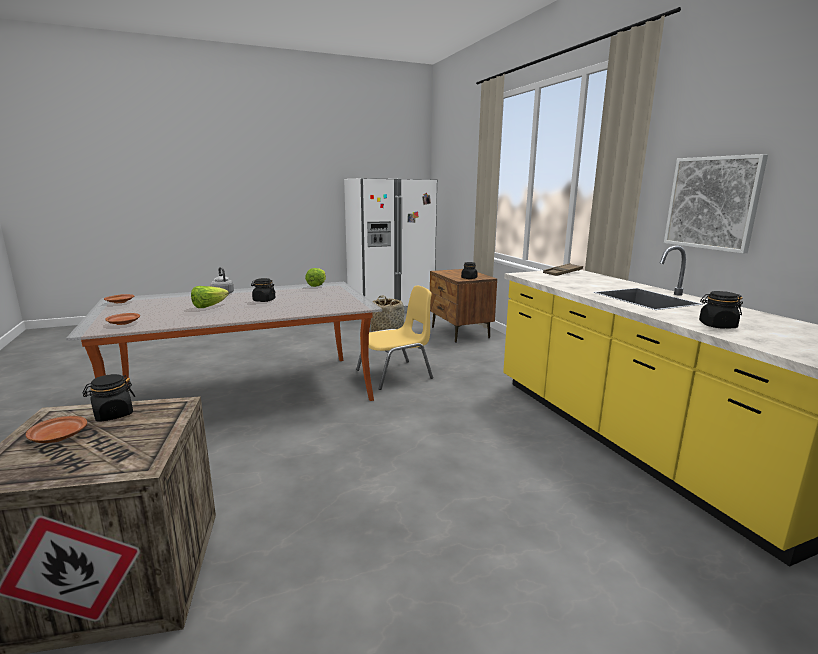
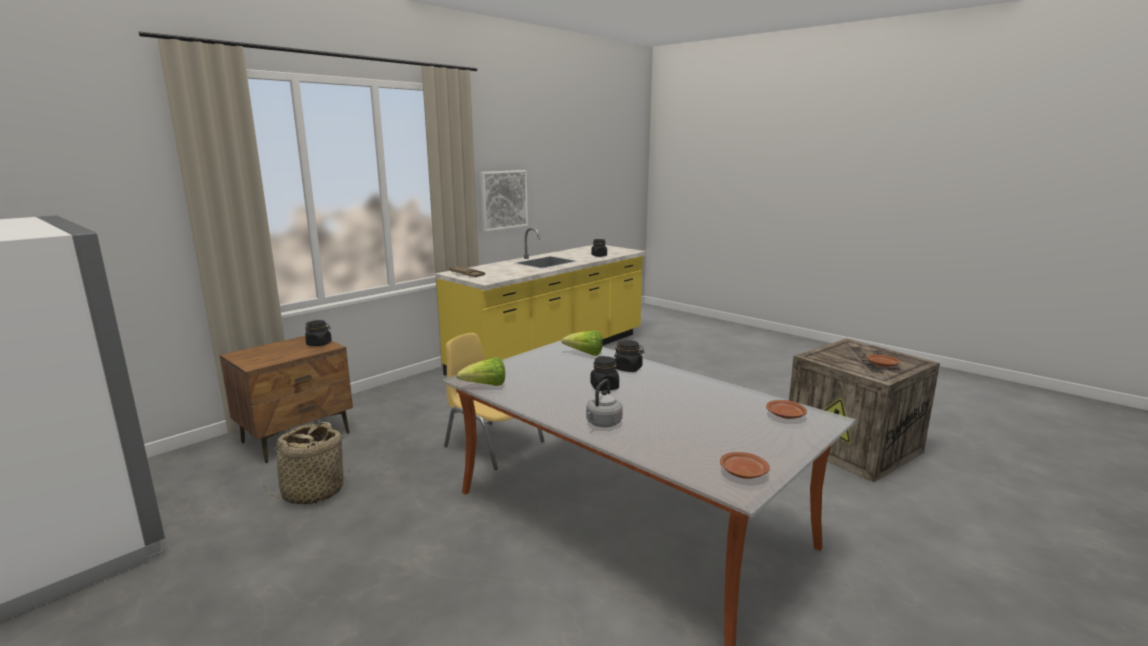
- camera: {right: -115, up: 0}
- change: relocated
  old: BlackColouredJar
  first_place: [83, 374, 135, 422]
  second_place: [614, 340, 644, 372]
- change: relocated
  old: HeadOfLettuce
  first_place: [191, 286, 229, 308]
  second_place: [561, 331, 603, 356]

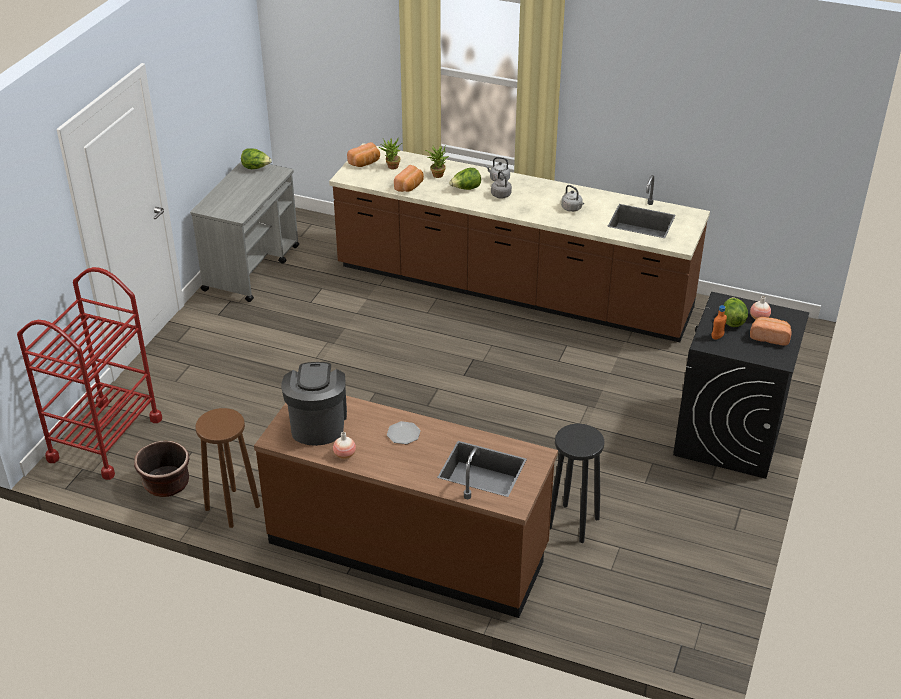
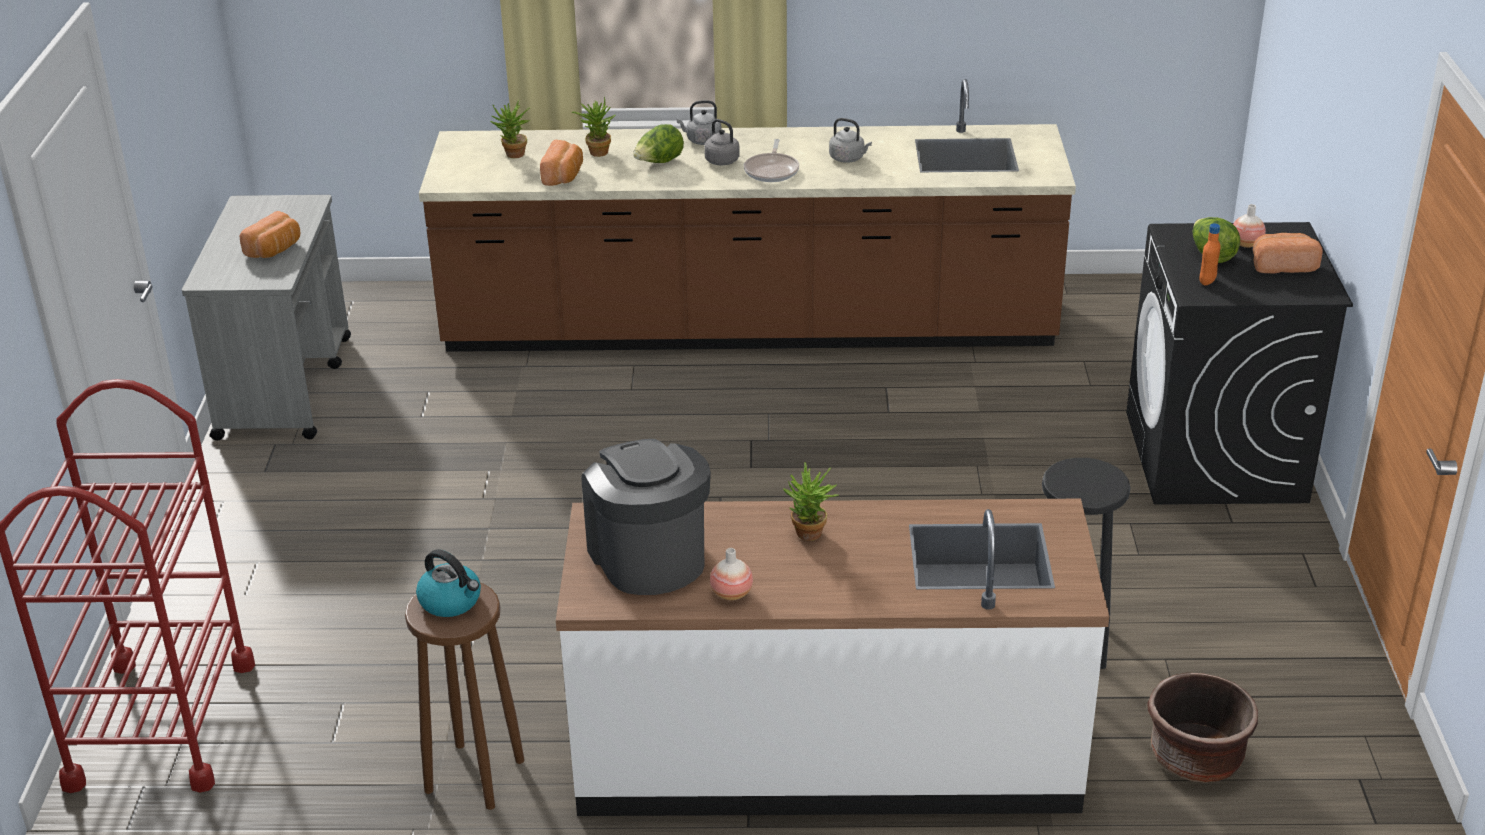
- camera: {right: -20, up: -5}
- change: missing
  old: HeadOfLettuce
  first_place: [241, 148, 272, 169]
- change: appeared
  new: WaterKettle
  second_place: [416, 549, 481, 617]
- change: appeared
  new: Pan
  second_place: [744, 139, 799, 182]
- change: relocated
  old: BrownPlanter
  first_place: [134, 441, 190, 497]
  second_place: [1147, 673, 1258, 783]
- change: relocated
  old: Bread
  first_place: [347, 142, 380, 167]
  second_place: [239, 211, 300, 258]
- change: exchanged
  old: Plate
  new: Houseplant
  first_place: [387, 421, 421, 444]
  second_place: [782, 462, 839, 541]
- change: colour
  old: BrownKitchenBaseUnit
  new: WhiteColouredKitchenBaseUnit
  first_place: [254, 396, 558, 618]
  second_place: [556, 498, 1110, 816]

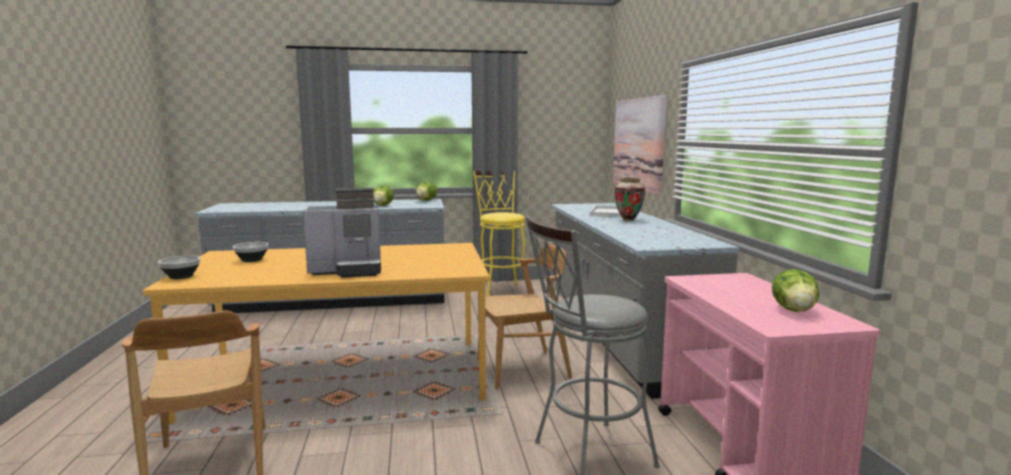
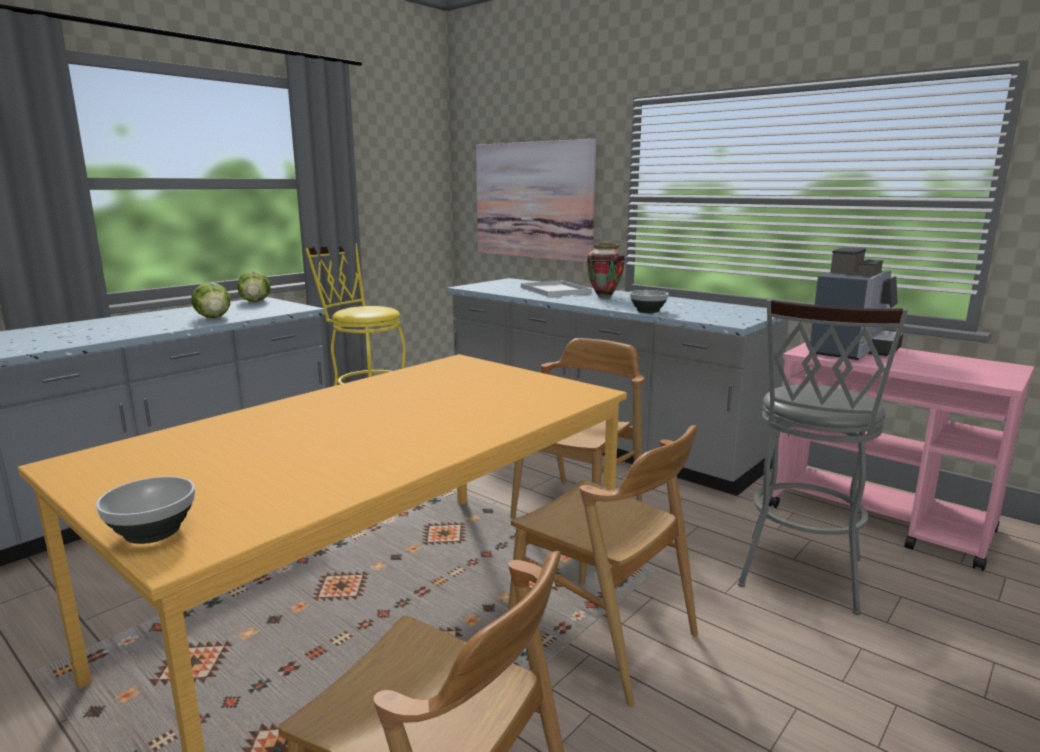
- camera: {right: -40, up: 5}
- change: missing
  old: HeadOfLettuce
  first_place: [772, 269, 819, 312]
- change: appeared
  new: BrownChair
  second_place: [508, 425, 698, 707]
- change: relocated
  old: DeepDish
  first_place: [233, 242, 268, 262]
  second_place: [630, 290, 669, 313]
- change: relocated
  old: CoffeeBrewer
  first_place: [303, 188, 381, 278]
  second_place: [810, 247, 903, 360]

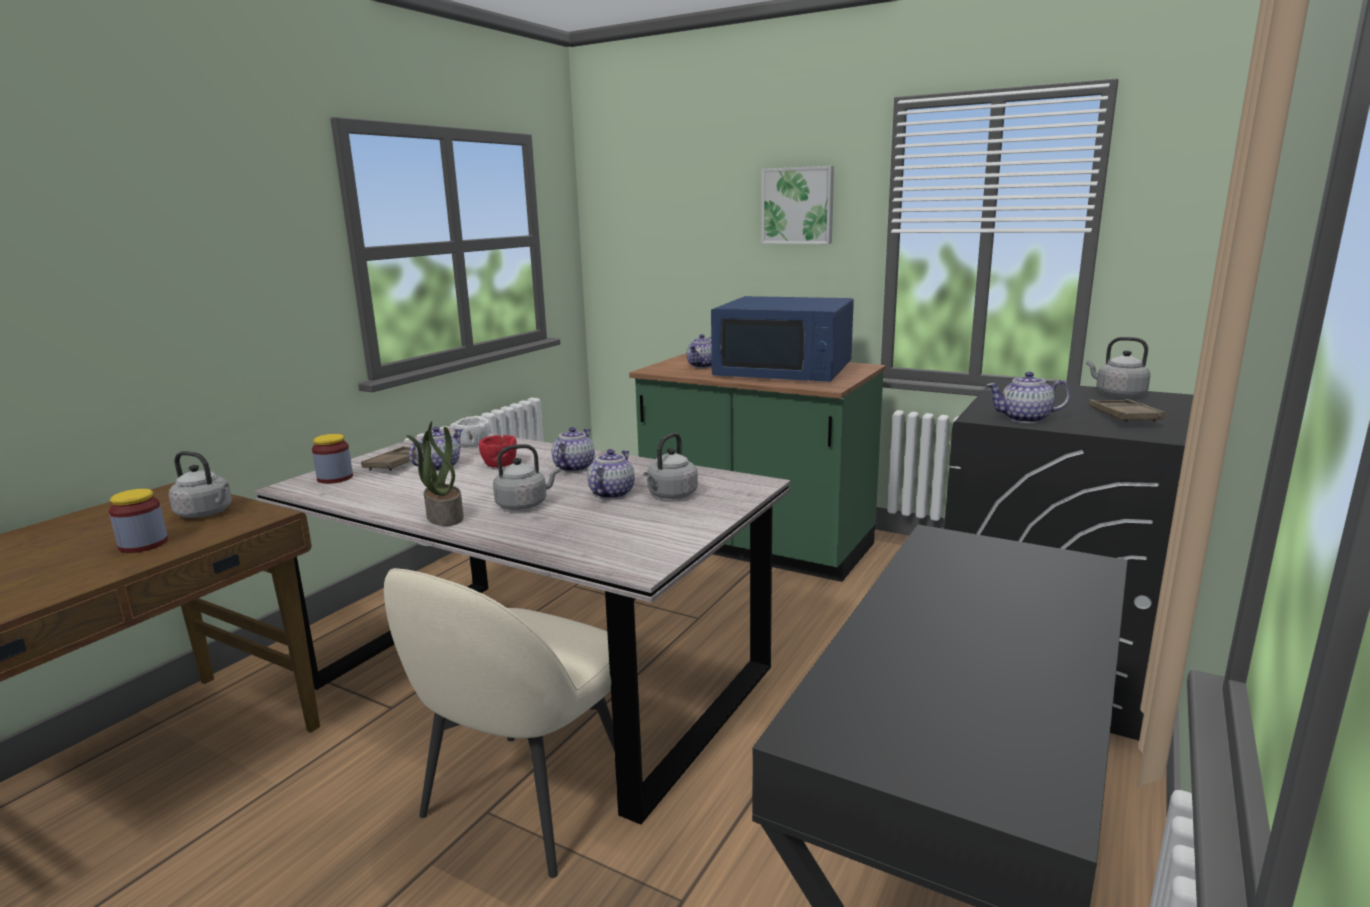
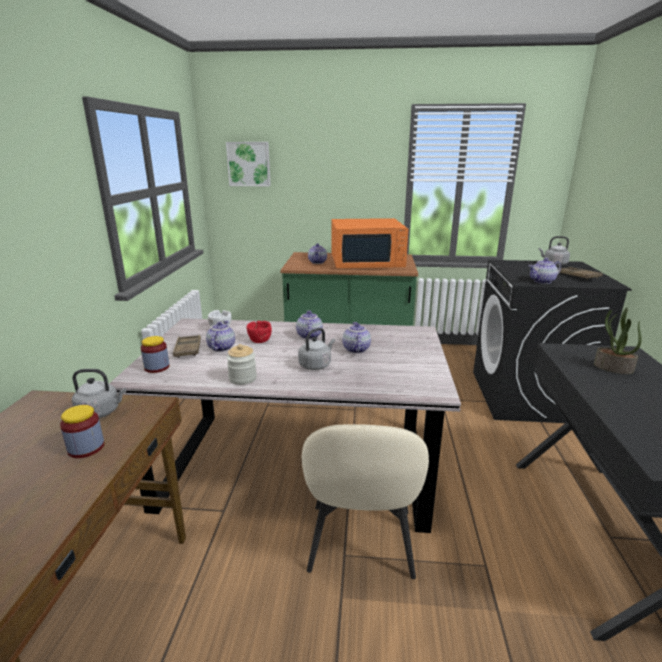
- camera: {right: -25, up: 5}
- change: missing
  old: GreyishWaterKettle
  first_place: [644, 433, 698, 499]
- change: appeared
  new: Jar
  second_place: [226, 344, 257, 385]
- change: relocated
  old: Houseplant
  first_place: [406, 421, 464, 526]
  second_place: [594, 308, 642, 374]
- change: relocated
  old: WallArt
  first_place: [761, 166, 834, 244]
  second_place: [226, 142, 271, 186]
- change: colour
  old: BlueColouredKitchenMicrowave
  new: OrangeyKitchenMicrowave
  first_place: [711, 296, 854, 382]
  second_place: [332, 218, 409, 268]

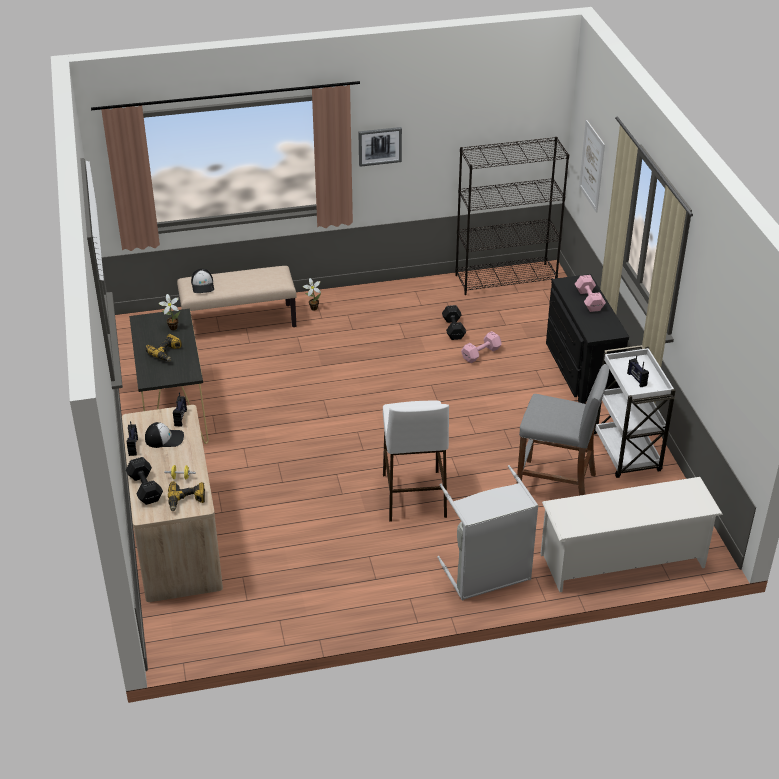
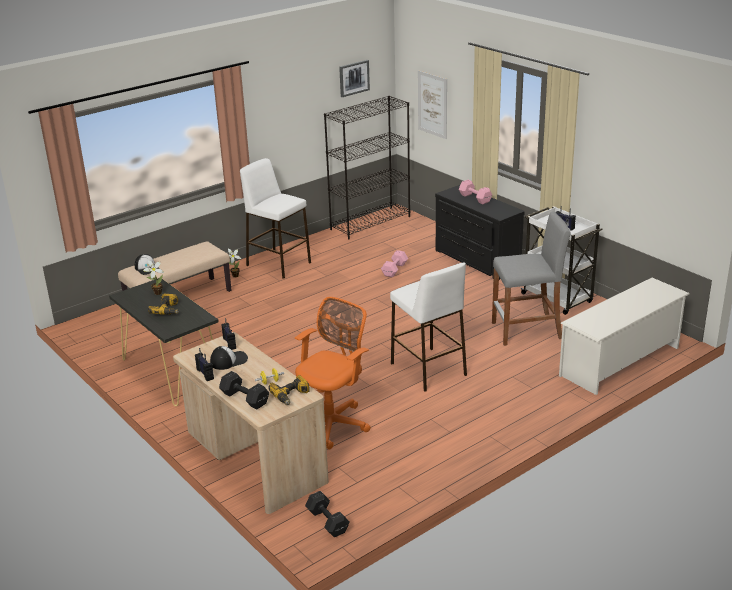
- camera: {right: -25, up: -10}
- change: missing
  old: GreyishLaundryBasket
  first_place: [437, 465, 539, 601]
- change: appeared
  new: WhiteColouredSittingStool
  second_place: [240, 158, 311, 279]
- change: appeared
  new: OrangeyDeskChair
  second_place: [295, 297, 370, 450]
- change: relocated
  old: WallArt
  first_place: [359, 127, 402, 167]
  second_place: [339, 60, 370, 97]
- change: relocated
  old: BlackColouredFreeWeight
  first_place: [442, 305, 466, 340]
  second_place: [305, 491, 350, 537]

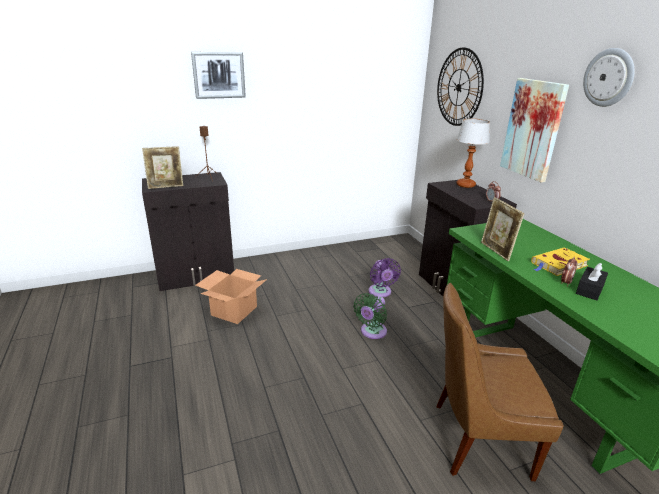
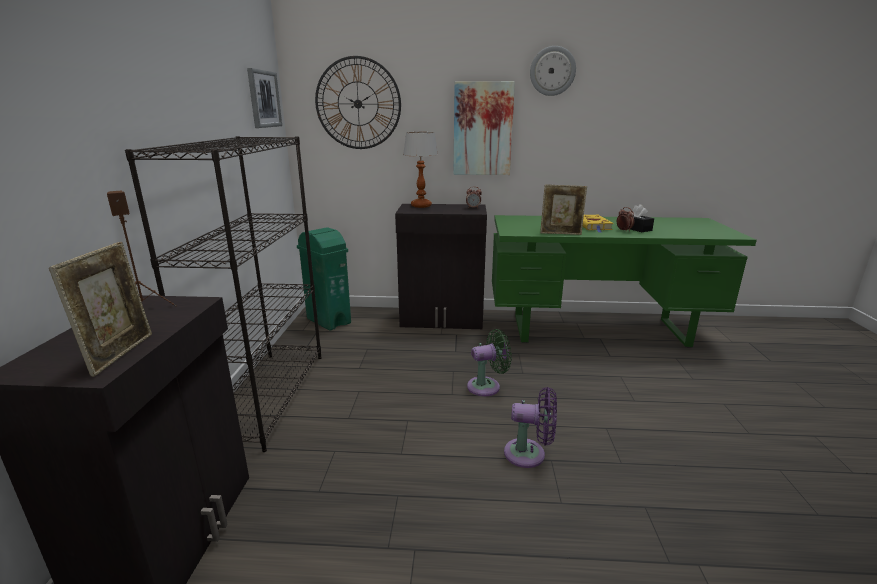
- camera: {right: -65, up: -5}
- change: missing
  old: PackingBox
  first_place: [195, 269, 267, 324]
- change: missing
  old: BrownChair
  first_place: [437, 283, 564, 481]
- change: appeared
  new: BlackColouredBookshelf
  second_place: [125, 136, 321, 452]
- change: appeared
  new: GreenColouredRubbishBin
  second_place: [297, 227, 351, 331]
- change: relocated
  old: WallArt
  first_place: [191, 52, 246, 99]
  second_place: [247, 68, 282, 128]
- change: relocated
  old: PurpleCoolingFan
  first_place: [369, 258, 401, 297]
  second_place: [504, 387, 557, 468]
- change: spun
  old: GreenColouredCoolingFan
  first_place: [353, 293, 387, 339]
  second_place: [467, 329, 512, 396]
  degrees: -75

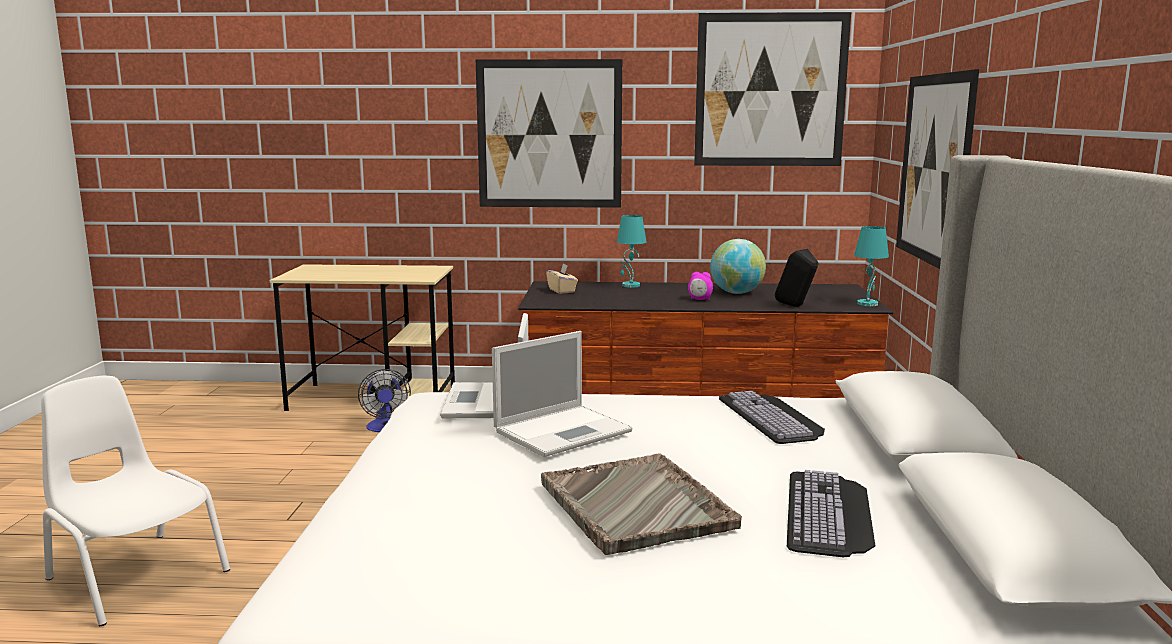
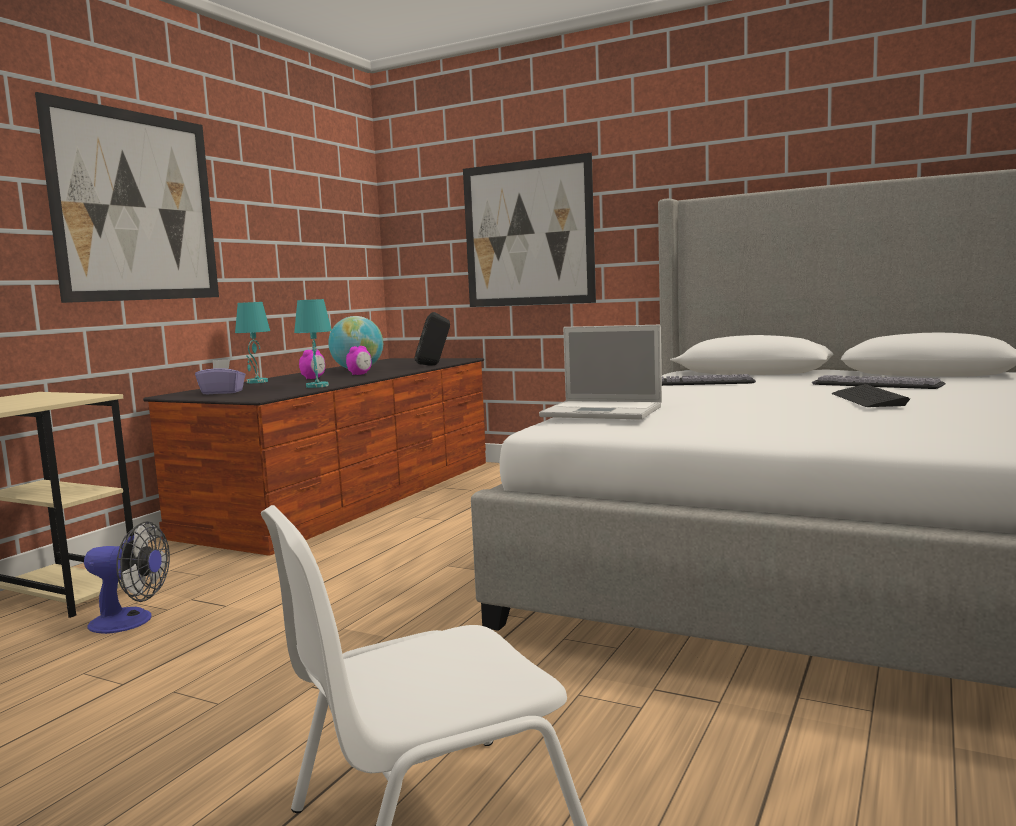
- camera: {right: -65, up: -5}
- change: missing
  old: NotebookComputer
  first_place: [492, 331, 632, 457]
- change: missing
  old: WallArt
  first_place: [694, 12, 851, 166]
- change: appeared
  new: AlarmClock
  second_place: [299, 350, 325, 379]
- change: relocated
  old: TurquoiseColouredLampForATable
  first_place: [854, 226, 889, 306]
  second_place: [294, 299, 332, 388]
- change: exchanged
  old: GreyishServingTray
  new: ComputerKeyboard
  first_place: [541, 453, 742, 555]
  second_place: [832, 384, 910, 407]
- change: colour
  old: BeigeBoxOfTissues
  new: PurpleBoxOfTissues
  first_place: [546, 263, 578, 294]
  second_place: [195, 359, 246, 394]

